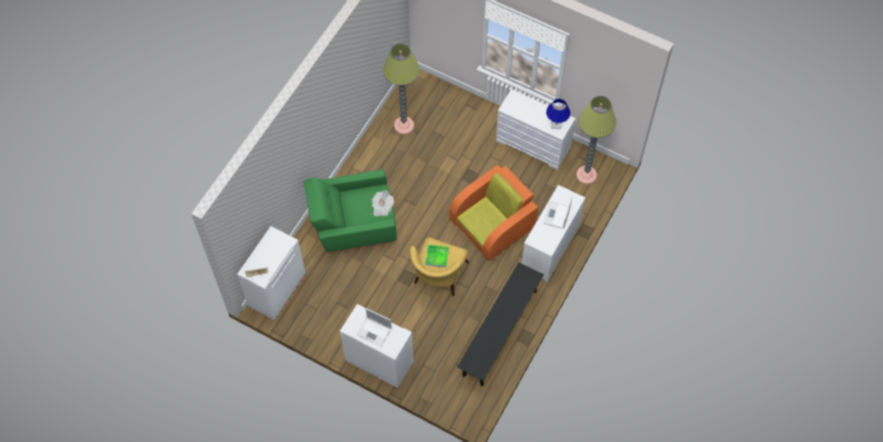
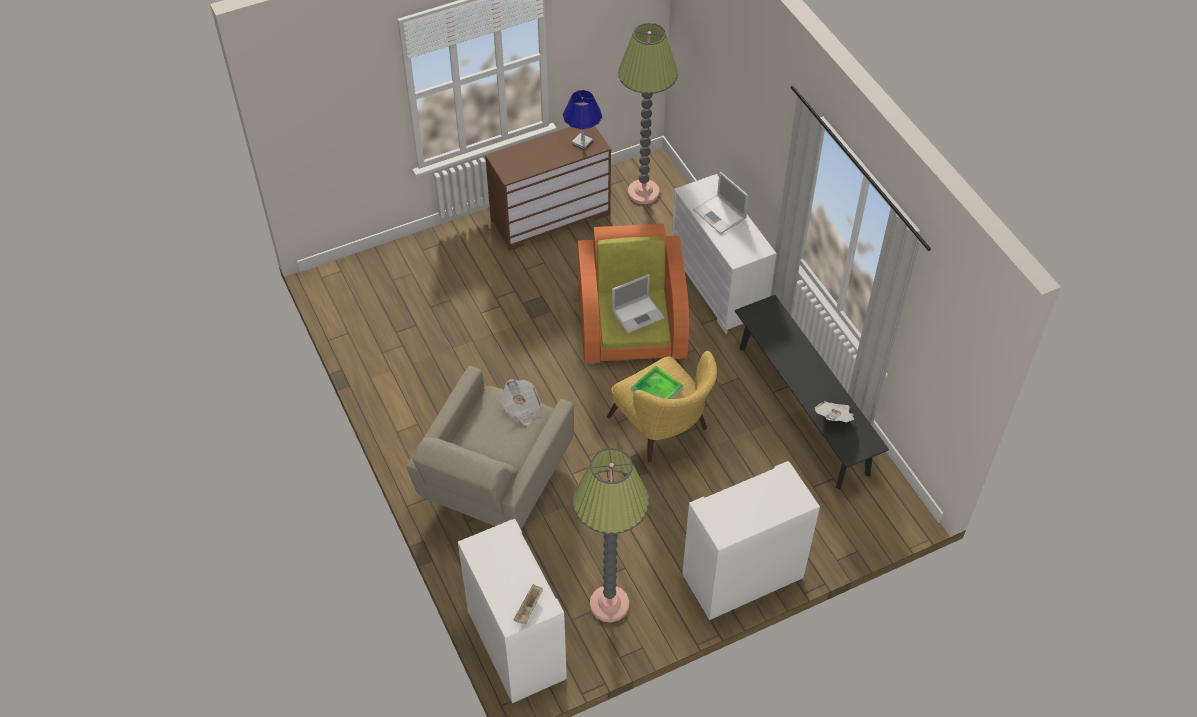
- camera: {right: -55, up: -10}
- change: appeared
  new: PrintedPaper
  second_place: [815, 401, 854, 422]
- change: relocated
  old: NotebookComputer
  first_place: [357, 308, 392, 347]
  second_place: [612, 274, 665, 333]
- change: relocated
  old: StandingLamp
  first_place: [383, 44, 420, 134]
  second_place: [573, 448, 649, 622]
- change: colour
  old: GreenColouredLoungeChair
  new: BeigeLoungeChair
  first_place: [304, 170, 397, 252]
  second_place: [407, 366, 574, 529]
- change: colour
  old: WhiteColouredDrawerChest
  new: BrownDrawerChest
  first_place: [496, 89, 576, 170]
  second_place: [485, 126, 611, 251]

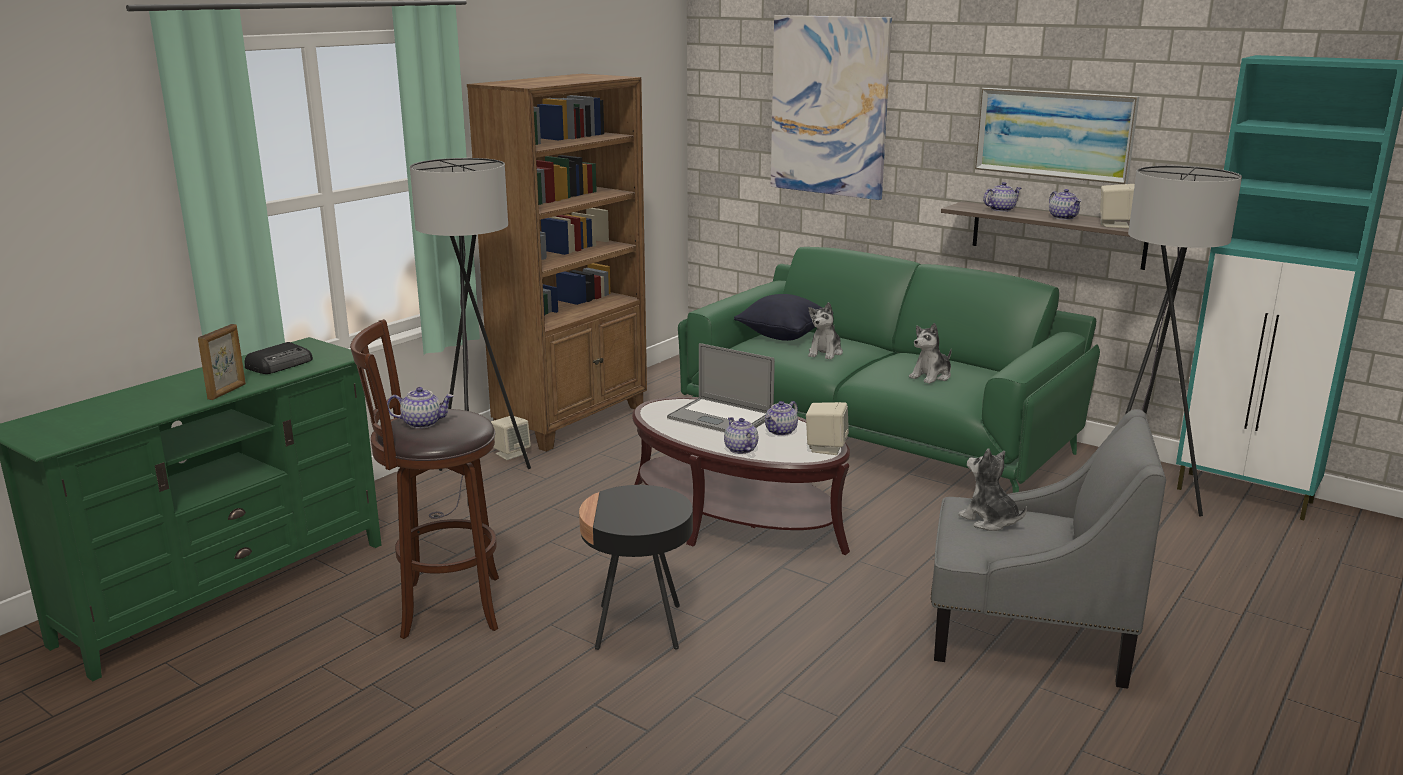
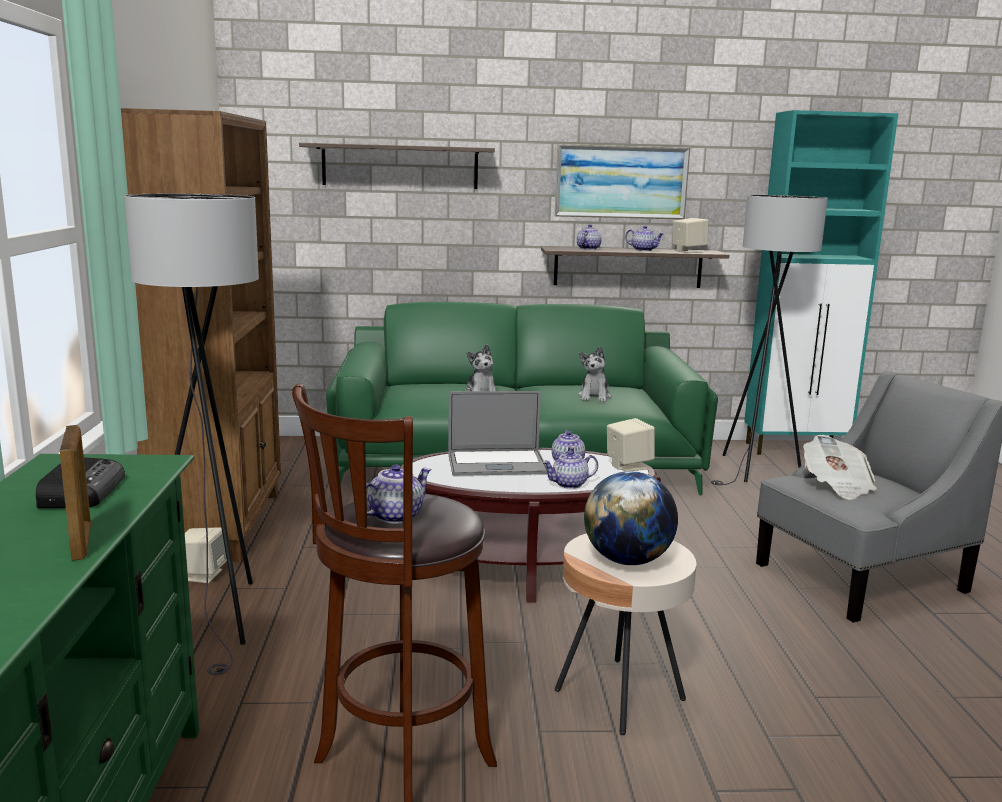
- camera: {right: -40, up: -5}
- change: missing
  old: BlackColouredThrowPillow
  first_place: [734, 294, 823, 341]
- change: appeared
  new: DeskGlobe
  second_place: [584, 471, 678, 565]
- change: exchanged
  old: WallArt
  new: Shelf
  first_place: [771, 15, 892, 200]
  second_place: [299, 143, 495, 189]
- change: exchanged
  old: CuddlyToy
  new: PrintedPaper
  first_place: [958, 448, 1027, 531]
  second_place: [803, 435, 877, 500]
- change: colour
  old: BlackColouredEndTable
  new: BeigeEndTable
  first_place: [579, 485, 693, 650]
  second_place: [555, 533, 696, 735]
- change: spun
  old: TeaPot
  first_place: [724, 417, 758, 454]
  second_place: [543, 450, 598, 489]
  degrees: -45

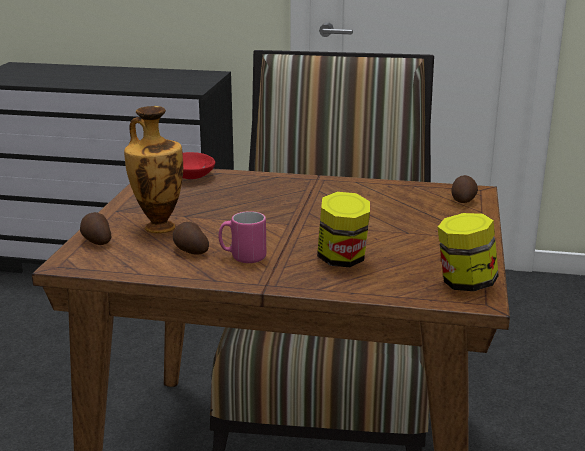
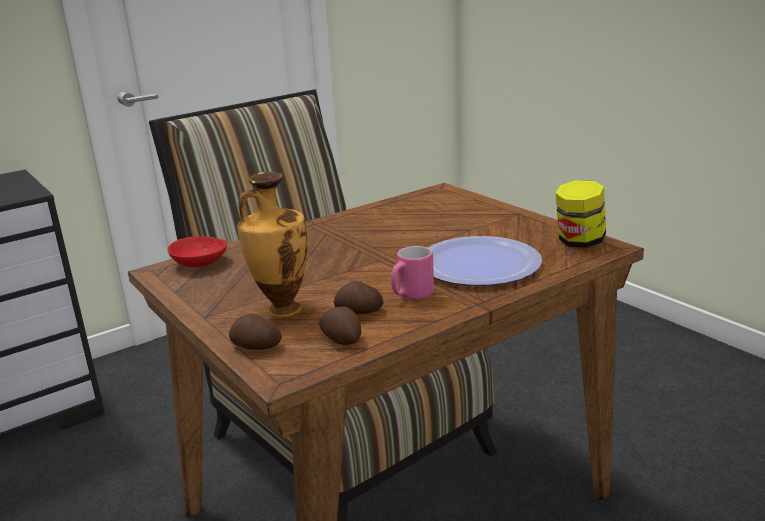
- camera: {right: -45, up: 0}
- change: relocated
  old: WholePotato
  first_place: [451, 175, 478, 203]
  second_place: [319, 307, 361, 345]
- change: exchanged
  old: Jar
  new: Plate
  first_place: [317, 192, 370, 267]
  second_place: [429, 236, 542, 286]

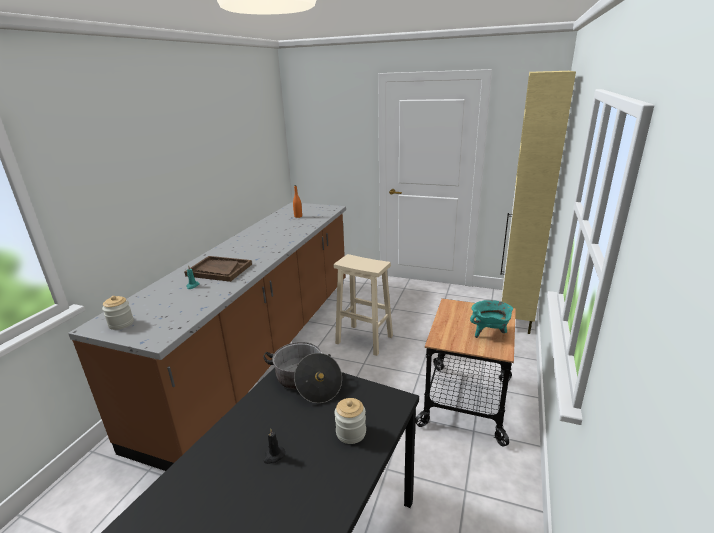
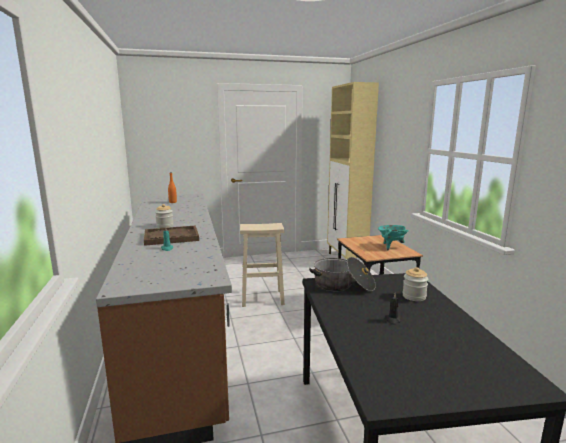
- camera: {right: -35, up: -10}
- change: relocated
  old: Jar
  first_place: [102, 296, 134, 330]
  second_place: [155, 204, 174, 228]

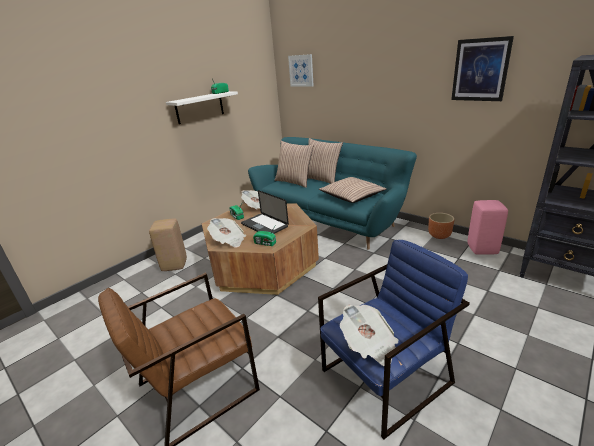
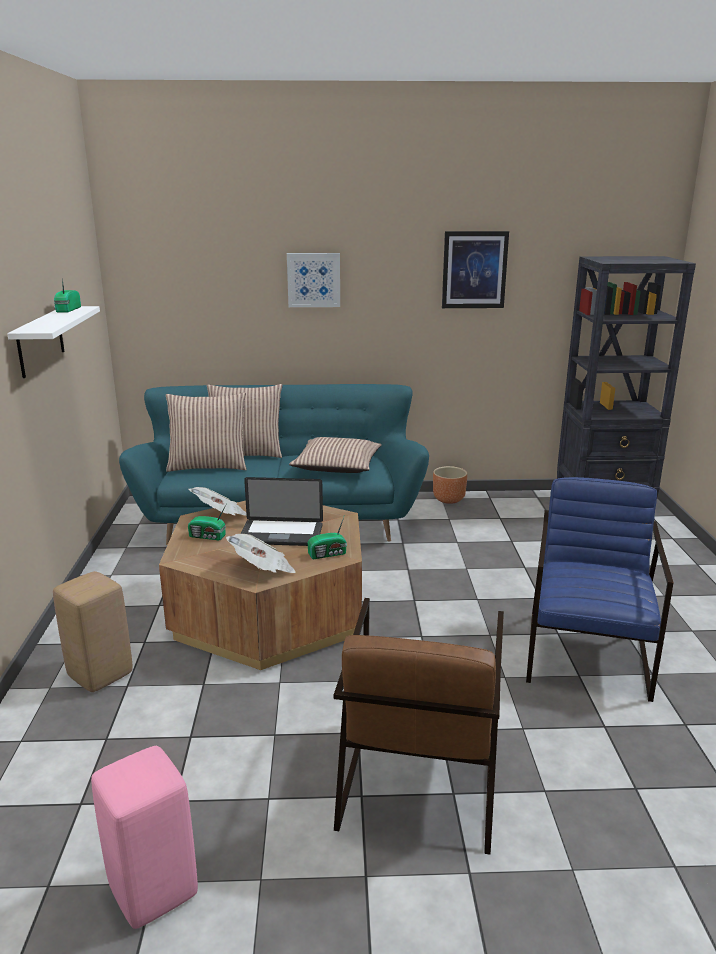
- camera: {right: -45, up: -5}
- change: missing
  old: PrintedPaper
  first_place: [340, 305, 399, 366]
- change: relocated
  old: WallArt
  first_place: [288, 54, 314, 87]
  second_place: [287, 253, 340, 307]
- change: relocated
  old: PinkishSittingStool
  first_place: [467, 200, 508, 255]
  second_place: [91, 746, 198, 929]

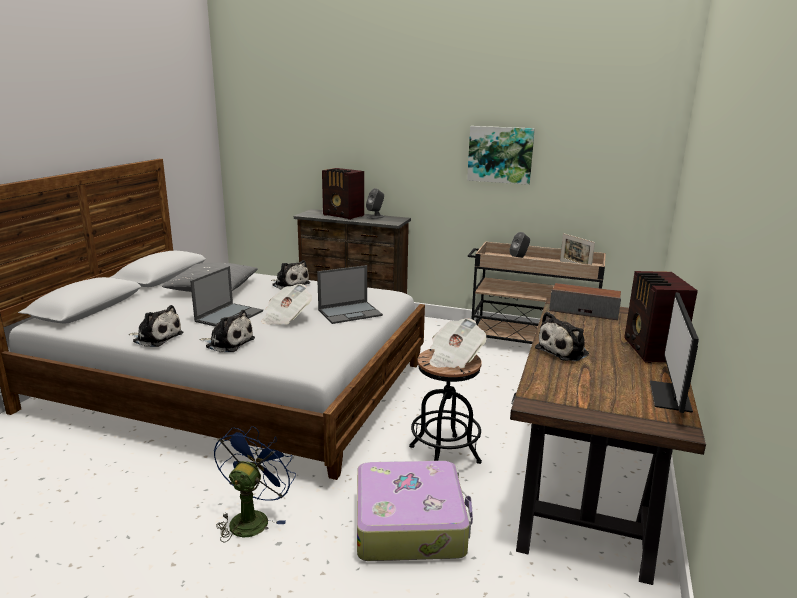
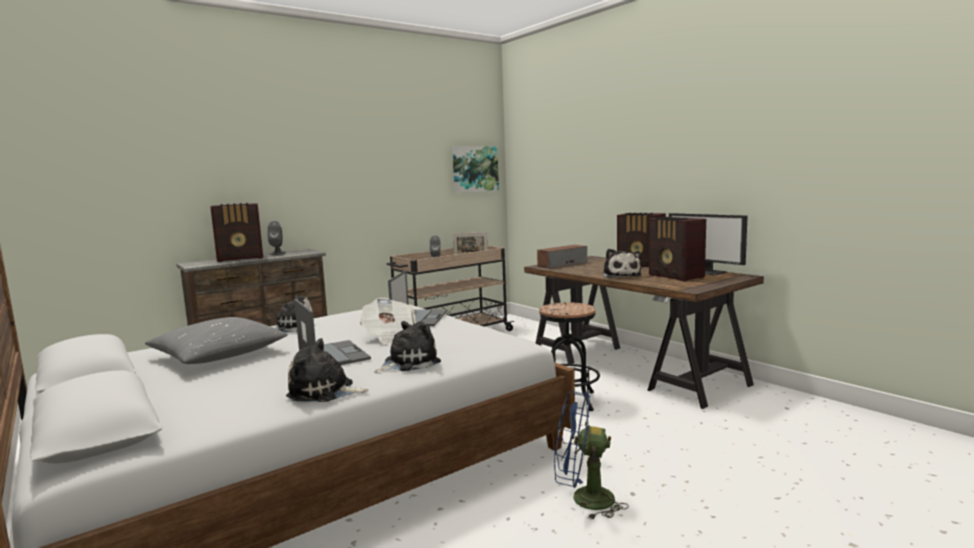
- camera: {right: -55, up: -10}
- change: missing
  old: TravelCase
  first_place: [357, 461, 473, 561]
- change: missing
  old: PrintedPaper
  first_place: [430, 318, 486, 368]
- change: appeared
  new: Radio
  second_place: [649, 217, 706, 281]
- change: relocated
  old: WallArt
  first_place: [467, 126, 535, 185]
  second_place: [452, 146, 499, 193]
- change: spun
  old: CuddlyToy
  first_place: [129, 305, 183, 347]
  second_place: [286, 338, 369, 402]
  degrees: -135
- change: spun
  old: BlueColouredCoolingFan
  first_place: [214, 426, 296, 543]
  second_place: [554, 391, 629, 520]
  degrees: -45

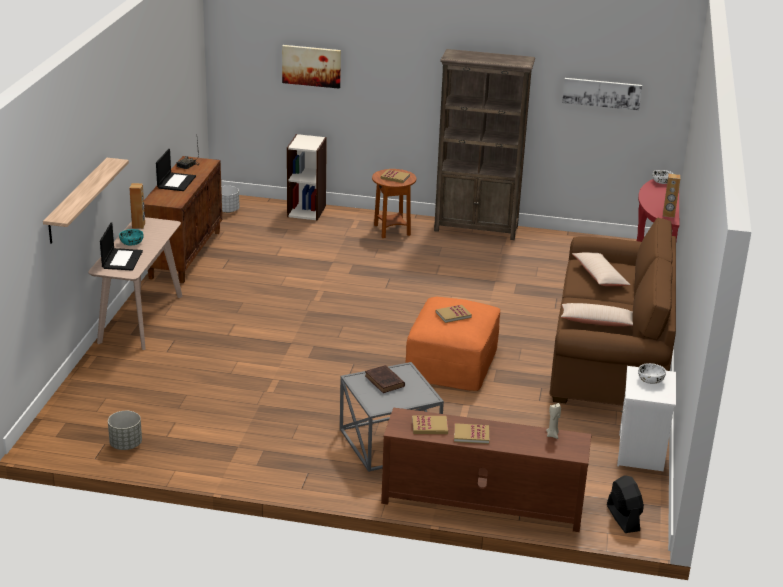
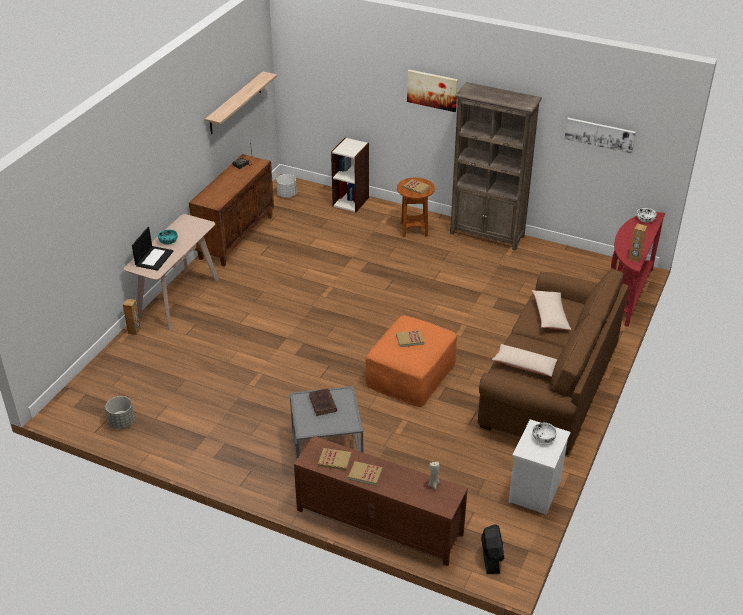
- camera: {right: 15, up: 10}
- change: missing
  old: NotebookComputer
  first_place: [156, 149, 196, 191]
- change: relocated
  old: Shelf
  first_place: [43, 158, 129, 244]
  second_place: [205, 71, 277, 134]
- change: relocated
  old: BrownAudioSpeaker
  first_place: [129, 183, 145, 229]
  second_place: [123, 299, 141, 335]
- change: relocated
  old: WallArt
  first_place: [282, 45, 341, 89]
  second_place: [407, 70, 458, 112]

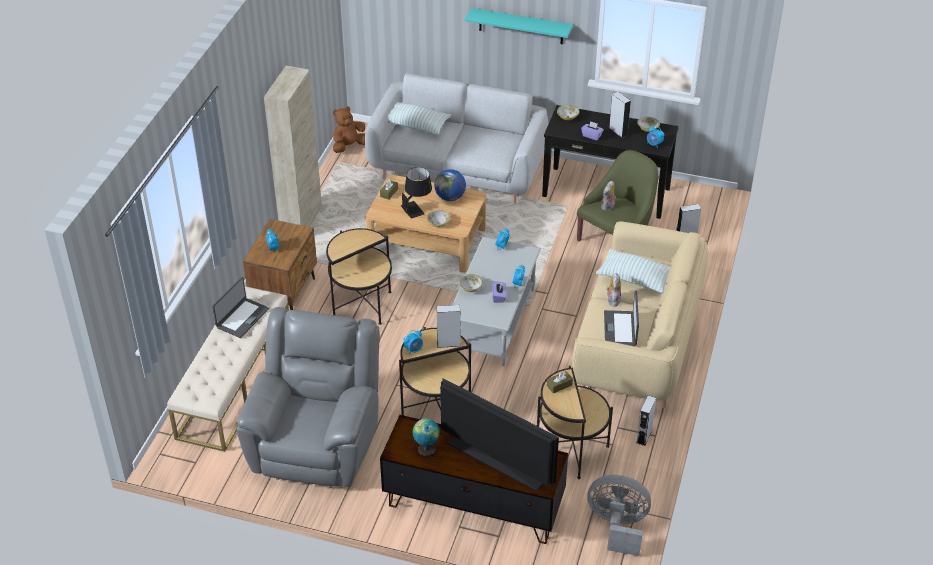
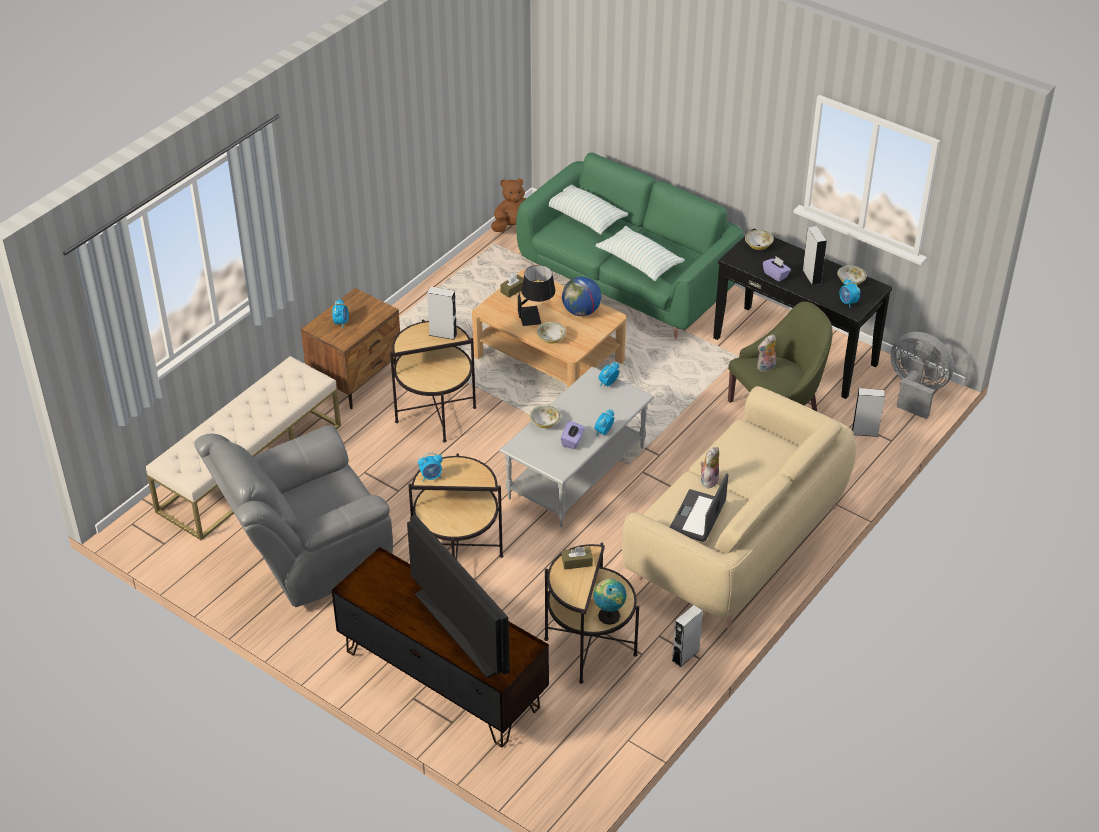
- camera: {right: 20, up: 0}
- change: missing
  old: NotebookComputer
  first_place: [212, 277, 269, 338]
- change: missing
  old: BeigeCabinet
  first_place: [264, 66, 322, 227]
- change: missing
  old: TurquoiseColouredShelf
  first_place: [465, 8, 573, 44]
- change: relocated
  old: DeskGlobe
  first_place: [413, 418, 440, 456]
  second_place: [593, 578, 627, 625]
- change: relocated
  old: GreyishAudioSpeaker
  first_place: [437, 305, 461, 348]
  second_place: [427, 287, 457, 340]
- change: relocated
  old: GreyishCoolingFan
  first_place: [587, 475, 651, 556]
  second_place: [891, 332, 954, 419]
- change: relocated
  old: ThrowPillow
  first_place: [596, 249, 670, 294]
  second_place: [595, 226, 685, 281]
- change: colour
  old: GreyishSofa
  new: GreenColouredSofa
  first_place: [365, 73, 548, 203]
  second_place: [516, 152, 744, 339]
- change: spun
  old: GreyishLoungeChair
  first_place: [237, 307, 379, 488]
  second_place: [194, 426, 393, 607]
  degrees: -150

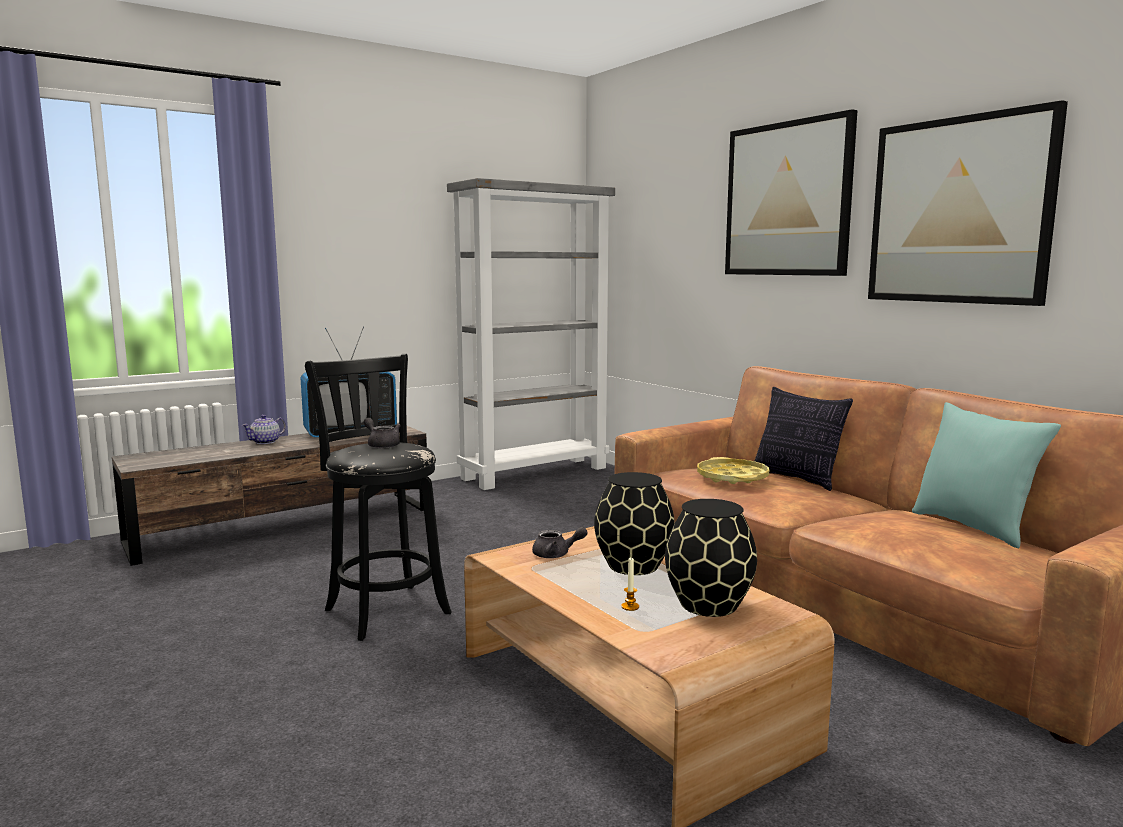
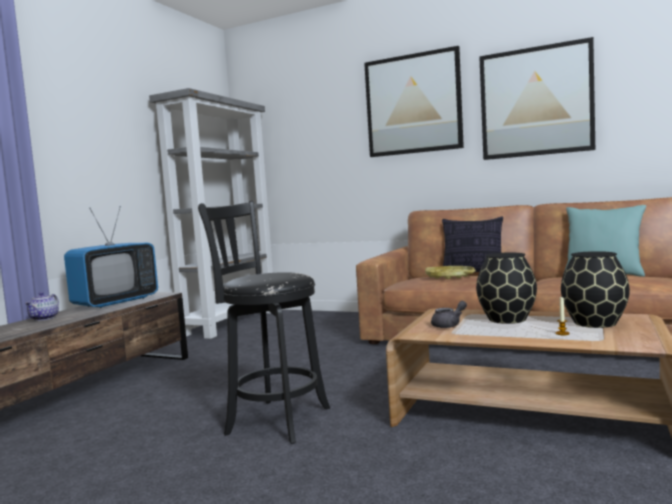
- camera: {right: -30, up: -5}
- change: missing
  old: GreyishTeaPot
  first_place: [364, 418, 401, 448]

